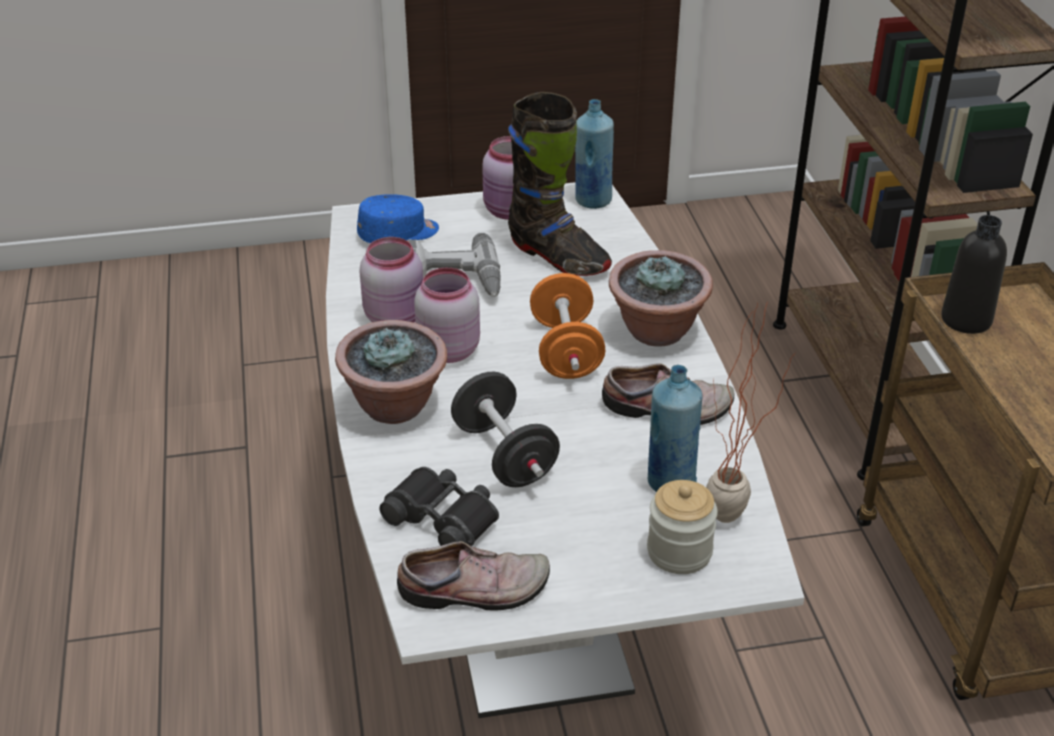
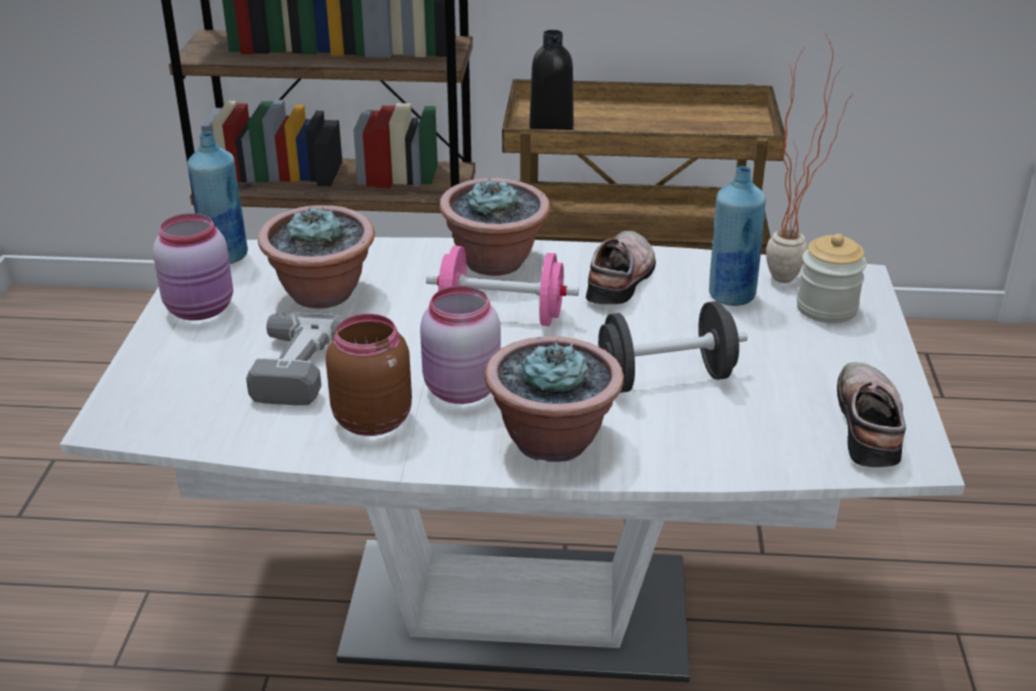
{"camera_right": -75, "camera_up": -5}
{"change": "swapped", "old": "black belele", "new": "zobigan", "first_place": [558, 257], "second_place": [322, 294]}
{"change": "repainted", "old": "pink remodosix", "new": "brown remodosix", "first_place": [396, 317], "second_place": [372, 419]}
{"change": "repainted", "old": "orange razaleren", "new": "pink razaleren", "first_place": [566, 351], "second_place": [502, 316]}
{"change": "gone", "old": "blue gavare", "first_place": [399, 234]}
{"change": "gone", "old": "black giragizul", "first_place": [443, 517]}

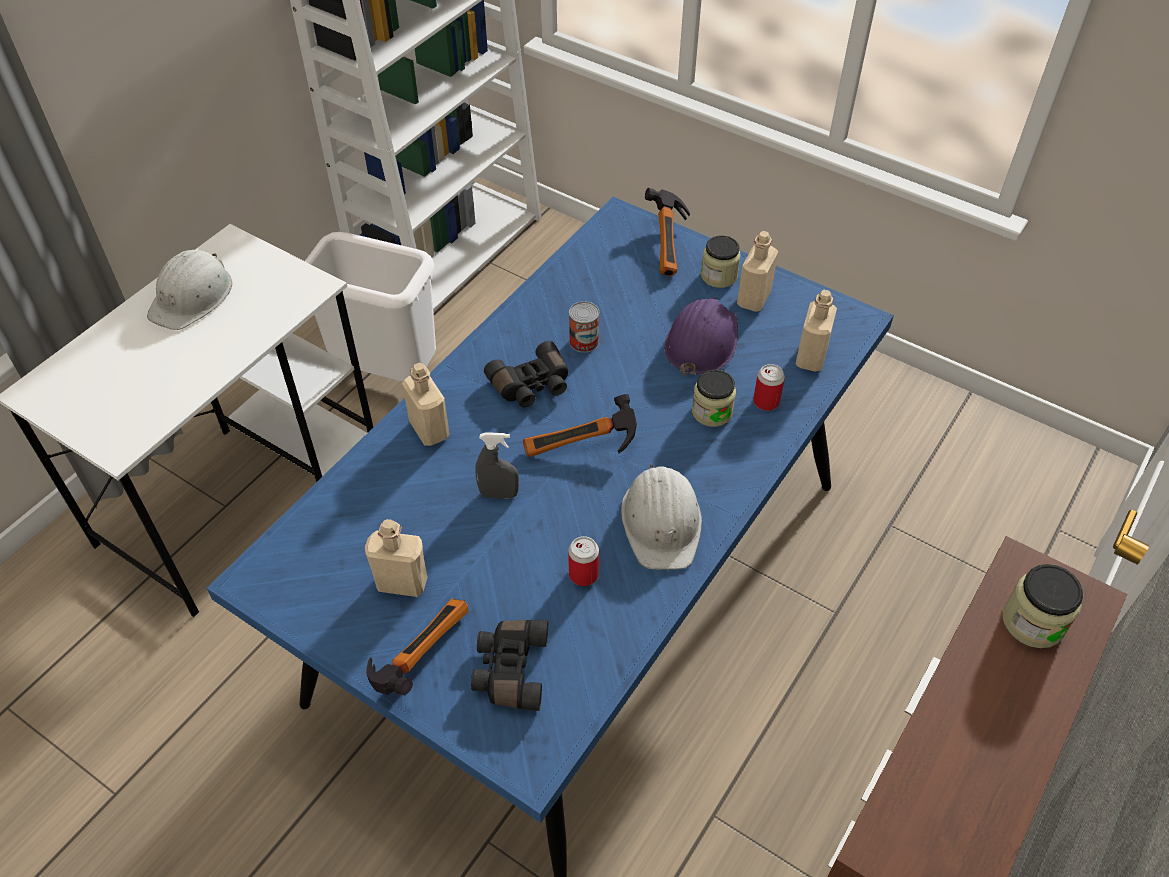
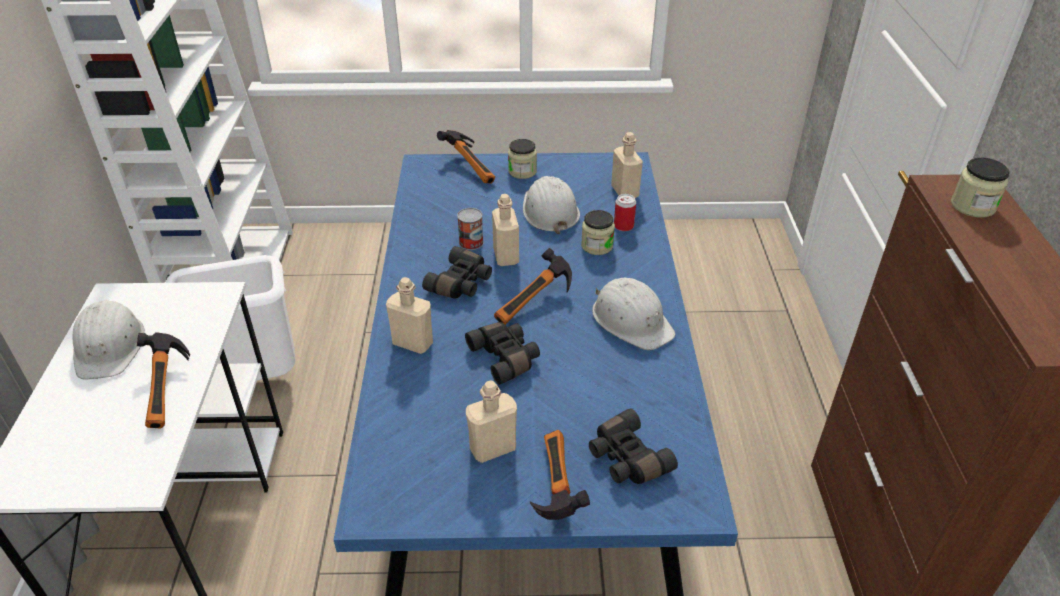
{"camera_right": -35, "camera_up": -10}
{"change": "new", "new": "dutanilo", "second_place": [170, 391]}
{"change": "swapped", "old": "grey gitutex", "new": "black giragizul", "first_place": [499, 494], "second_place": [506, 358]}
{"change": "shifted", "old": "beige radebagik", "first_place": [753, 299], "second_place": [506, 256]}
{"change": "repainted", "old": "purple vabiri", "new": "white vabiri", "first_place": [701, 342], "second_place": [549, 211]}
{"change": "gone", "old": "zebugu", "first_place": [583, 574]}

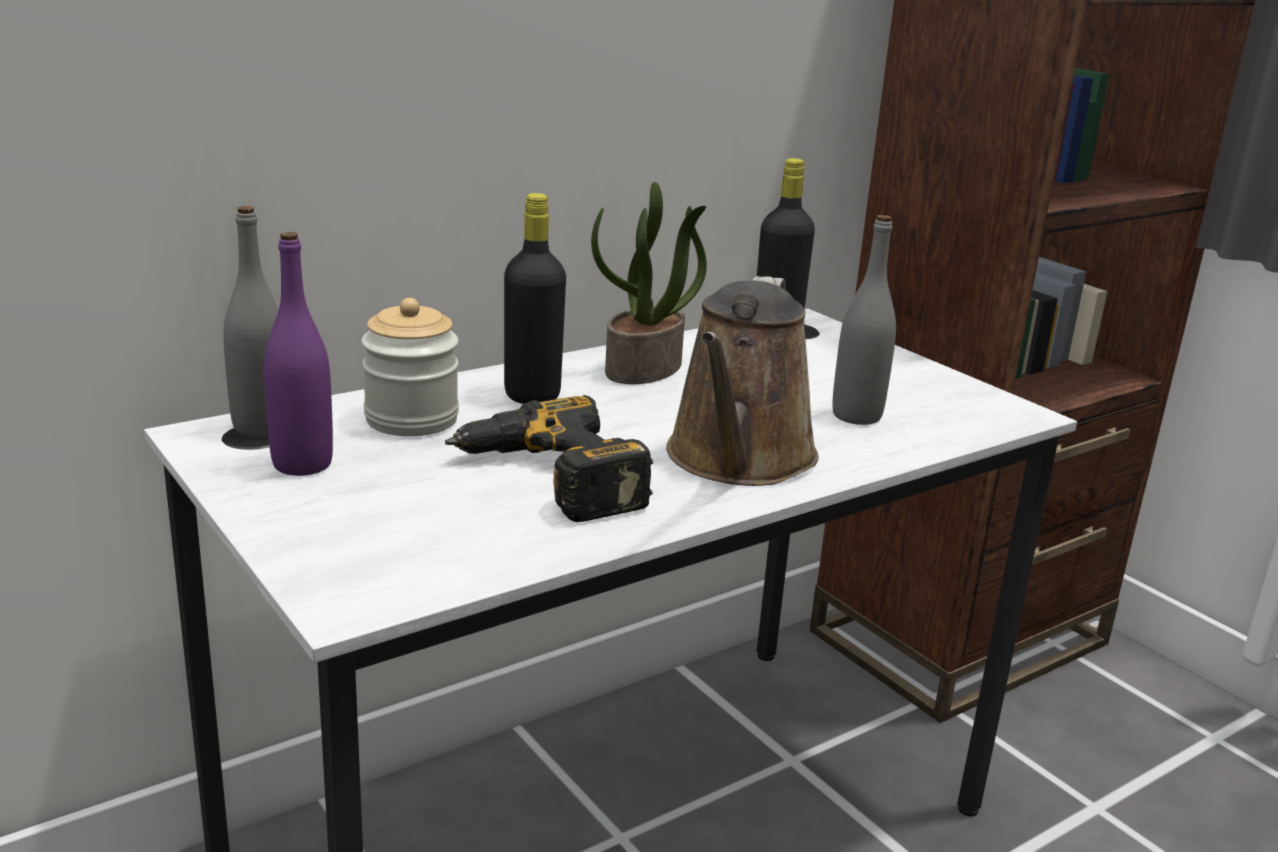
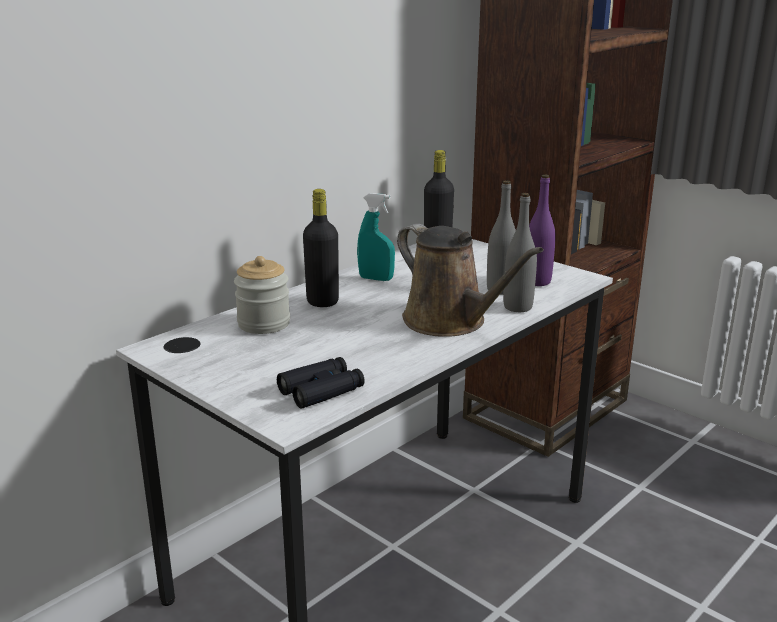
{"camera_right": -10, "camera_up": 0}
{"change": "new", "new": "black giragizul", "second_place": [321, 390]}
{"change": "swapped", "old": "zobigan", "new": "turquoise gitutex", "first_place": [644, 369], "second_place": [376, 279]}
{"change": "rotated", "old": "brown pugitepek", "first_place": [738, 460], "second_place": [450, 322], "degrees": -45}
{"change": "shifted", "old": "grey radebagik", "first_place": [261, 427], "second_place": [517, 307]}
{"change": "shifted", "old": "purple radebagik", "first_place": [302, 464], "second_place": [537, 281]}
{"change": "gone", "old": "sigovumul", "first_place": [547, 480]}

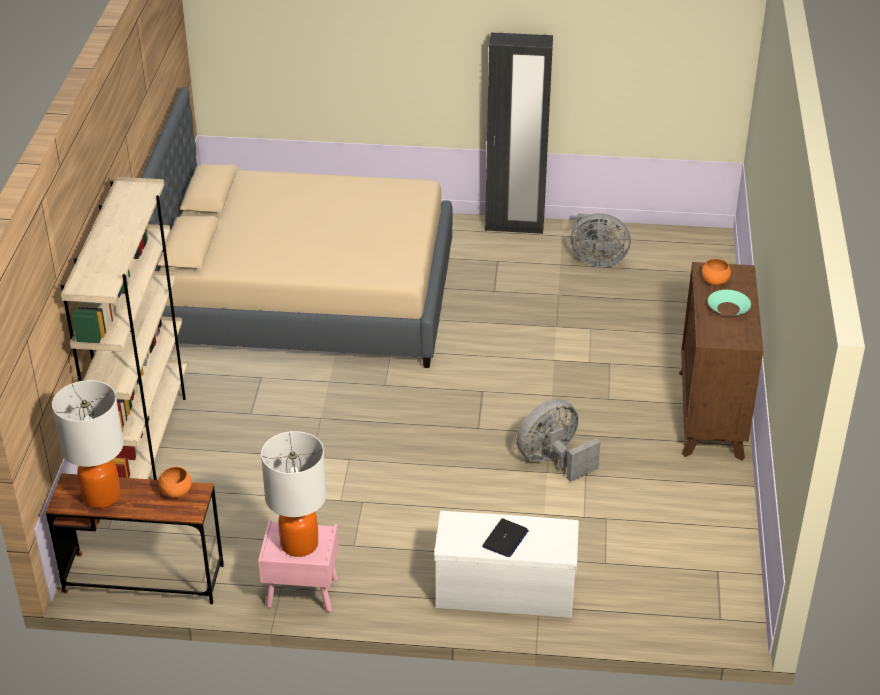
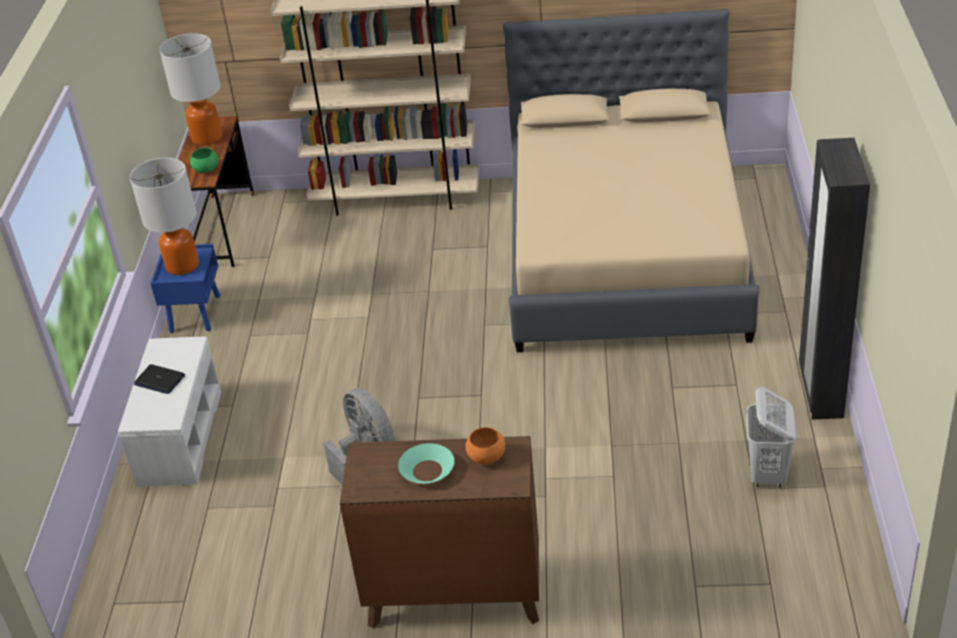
{"camera_right": 90, "camera_up": 0}
{"change": "repainted", "old": "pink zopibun", "new": "blue zopibun", "first_place": [301, 593], "second_place": [195, 313]}
{"change": "repainted", "old": "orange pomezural", "new": "green pomezural", "first_place": [176, 492], "second_place": [206, 170]}
{"change": "swapped", "old": "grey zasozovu", "new": "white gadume", "first_place": [597, 260], "second_place": [767, 474]}

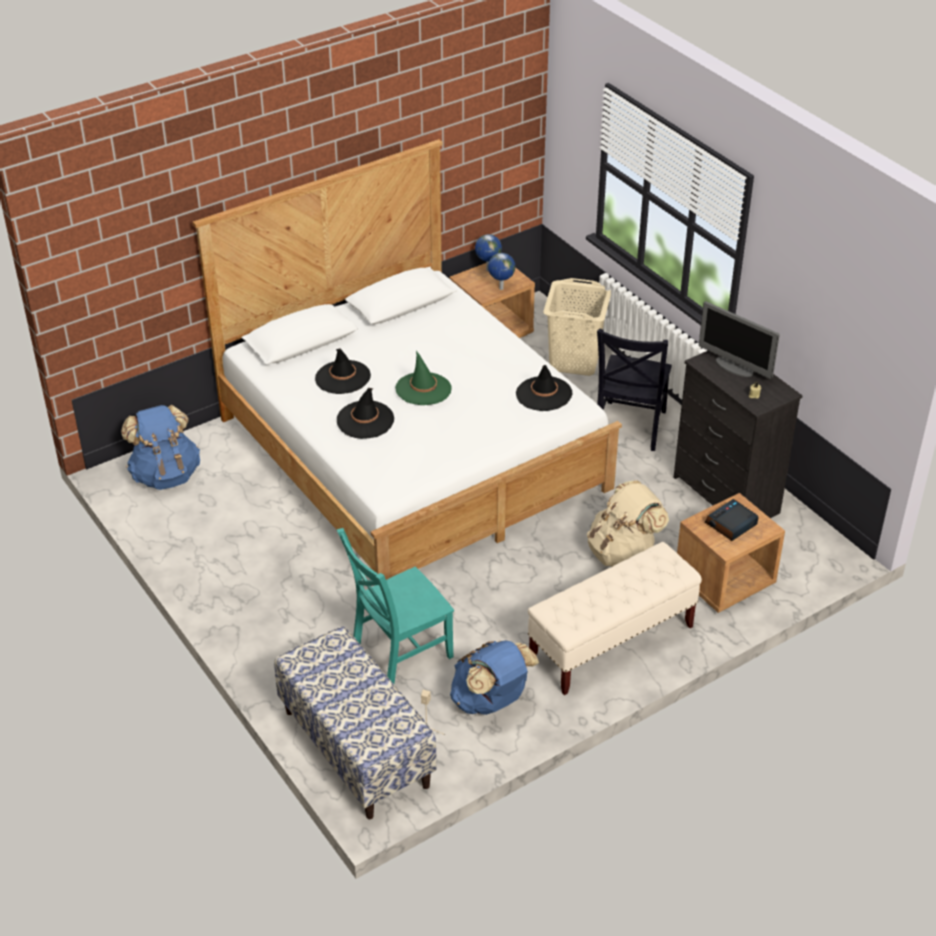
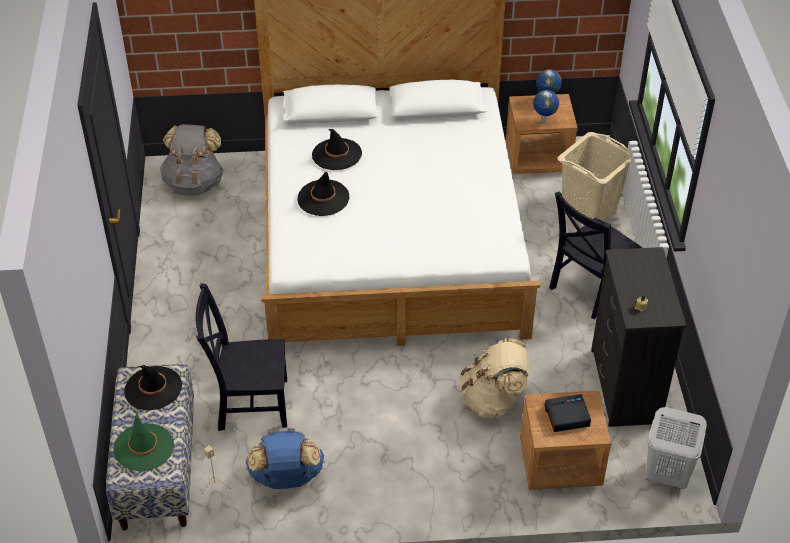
{"camera_right": 30, "camera_up": 5}
{"change": "shifted", "old": "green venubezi", "first_place": [423, 389], "second_place": [144, 447]}
{"change": "shifted", "old": "black venubezi", "first_place": [543, 394], "second_place": [153, 388]}
{"change": "repainted", "old": "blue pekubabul", "new": "grey pekubabul", "first_place": [165, 475], "second_place": [194, 183]}
{"change": "repainted", "old": "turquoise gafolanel", "new": "black gafolanel", "first_place": [398, 652], "second_place": [249, 404]}
{"change": "new", "new": "white gadume", "second_place": [666, 476]}
{"change": "gone", "old": "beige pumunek", "first_place": [611, 643]}
{"change": "gone", "old": "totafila", "first_place": [734, 367]}

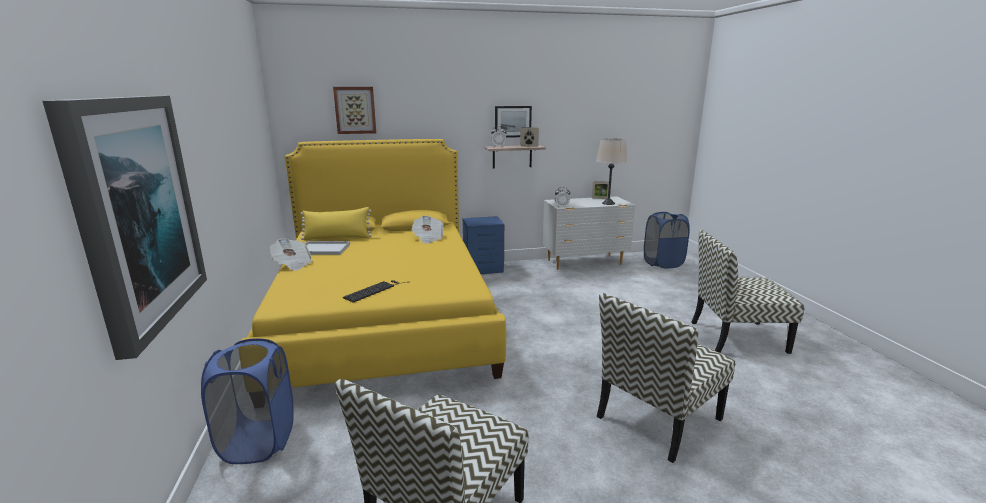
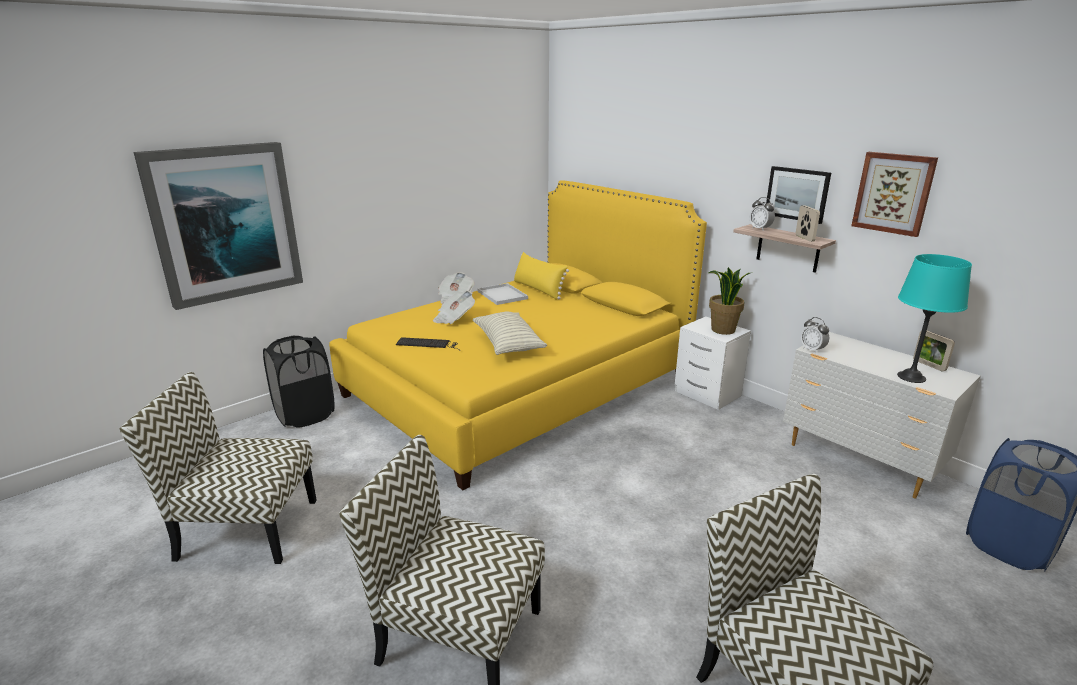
{"camera_right": 60, "camera_up": 5}
{"change": "repainted", "old": "blue gadume", "new": "black gadume", "first_place": [258, 441], "second_place": [305, 415]}
{"change": "shifted", "old": "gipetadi", "first_place": [428, 238], "second_place": [454, 318]}
{"change": "new", "new": "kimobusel", "second_place": [508, 344]}
{"change": "repainted", "old": "blue zopibun", "new": "white zopibun", "first_place": [484, 269], "second_place": [708, 394]}
{"change": "new", "new": "zobigan", "second_place": [723, 330]}
{"change": "shifted", "old": "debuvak", "first_place": [355, 110], "second_place": [893, 193]}
{"change": "repainted", "old": "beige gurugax", "new": "turquoise gurugax", "first_place": [608, 203], "second_place": [911, 377]}

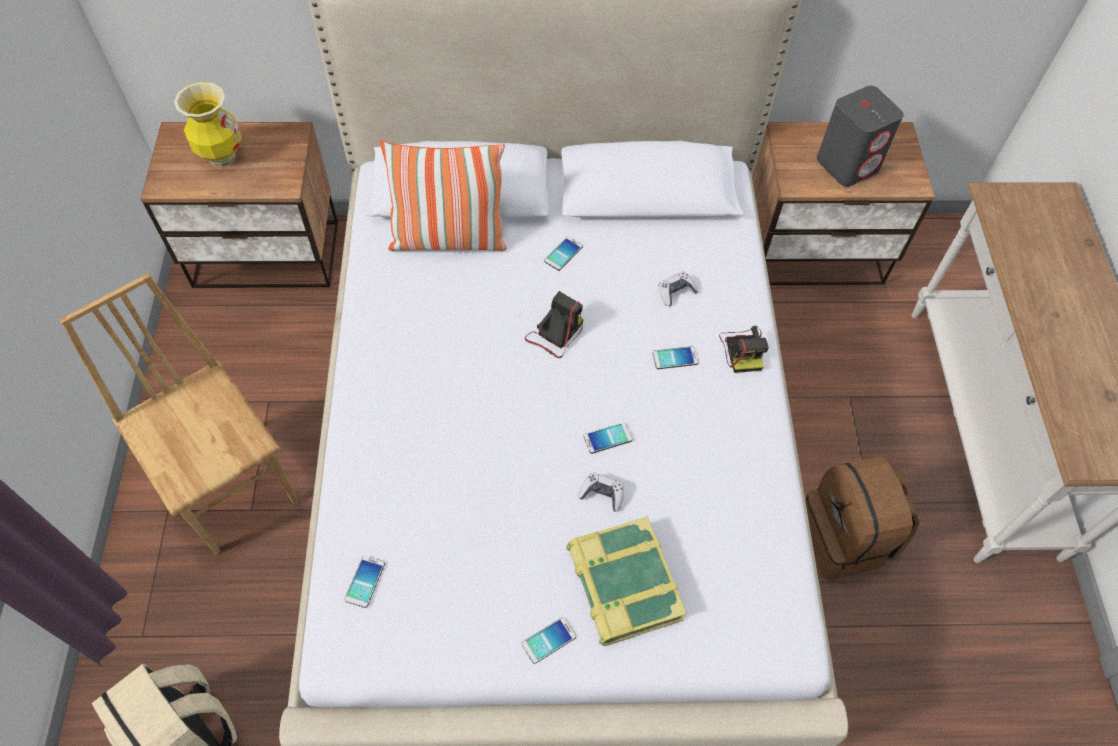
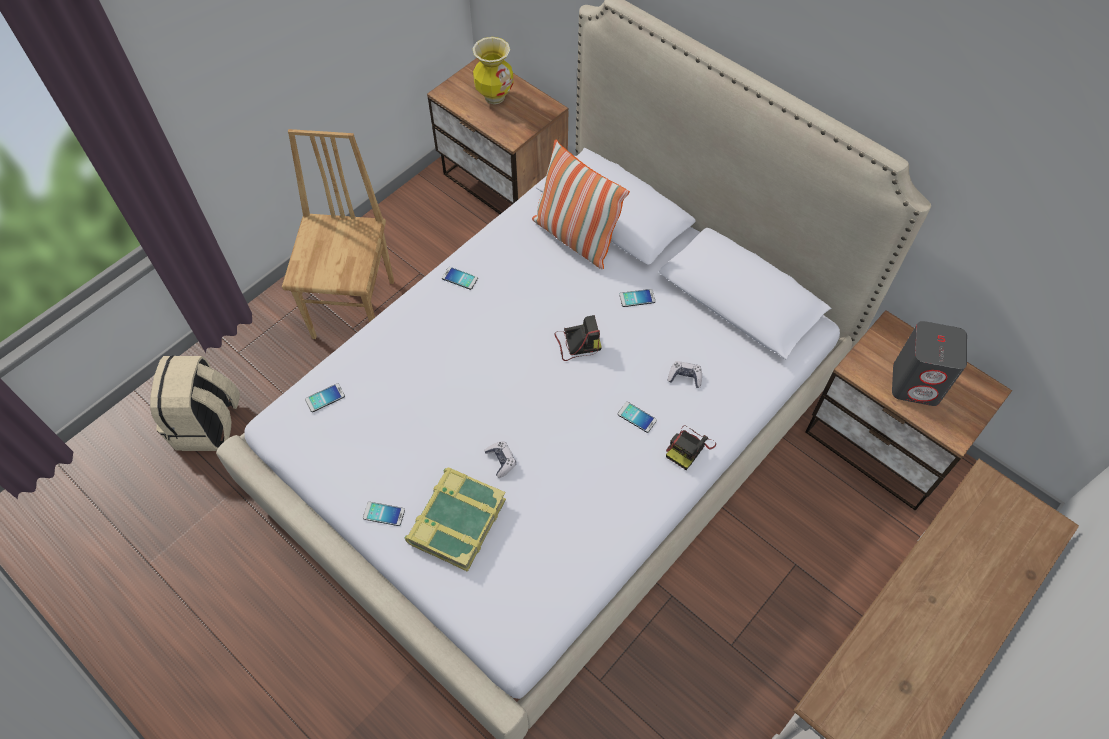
{"camera_right": 45, "camera_up": 0}
{"change": "shifted", "old": "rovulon", "first_place": [607, 438], "second_place": [460, 278]}
{"change": "gone", "old": "brown pekubabul", "first_place": [846, 538]}

